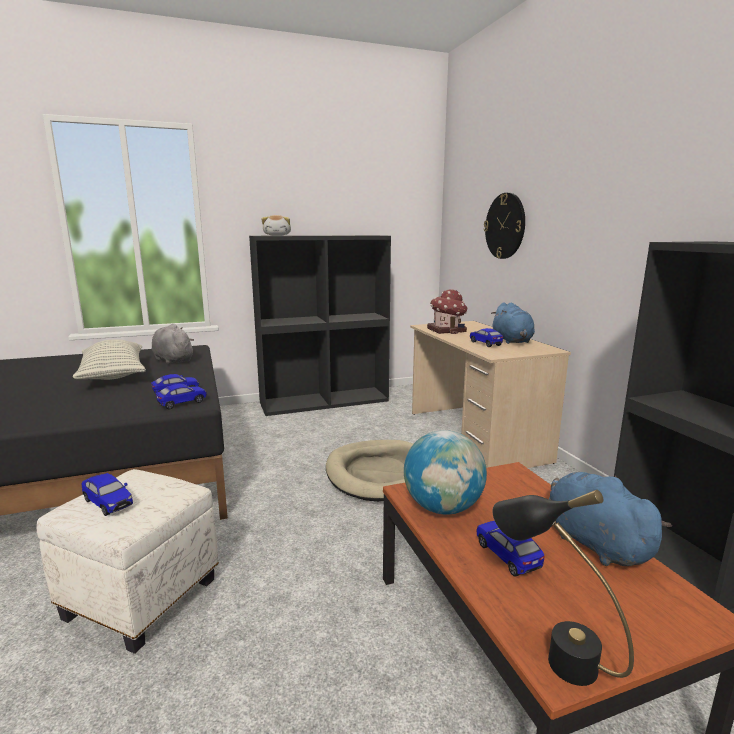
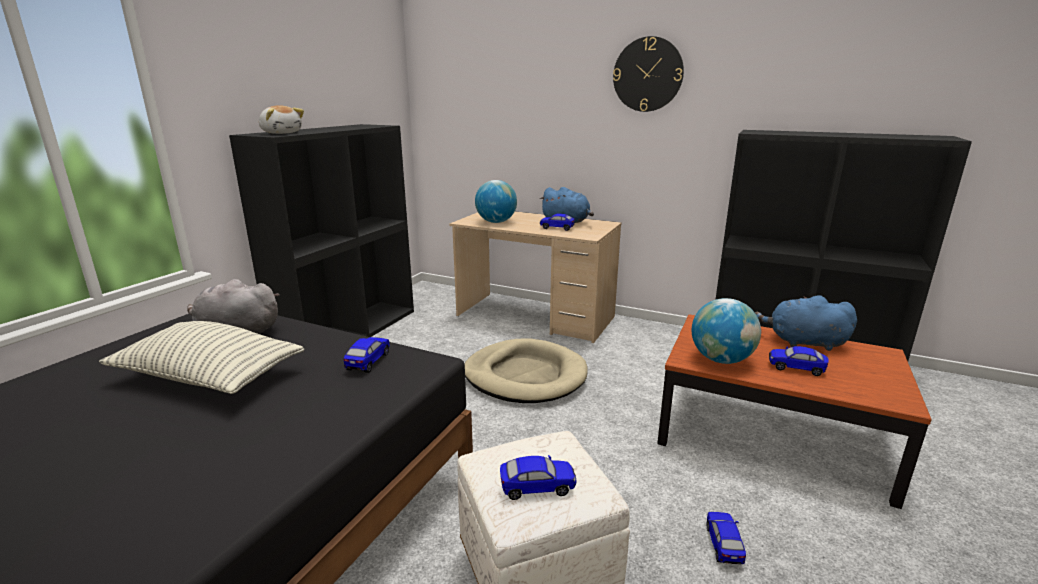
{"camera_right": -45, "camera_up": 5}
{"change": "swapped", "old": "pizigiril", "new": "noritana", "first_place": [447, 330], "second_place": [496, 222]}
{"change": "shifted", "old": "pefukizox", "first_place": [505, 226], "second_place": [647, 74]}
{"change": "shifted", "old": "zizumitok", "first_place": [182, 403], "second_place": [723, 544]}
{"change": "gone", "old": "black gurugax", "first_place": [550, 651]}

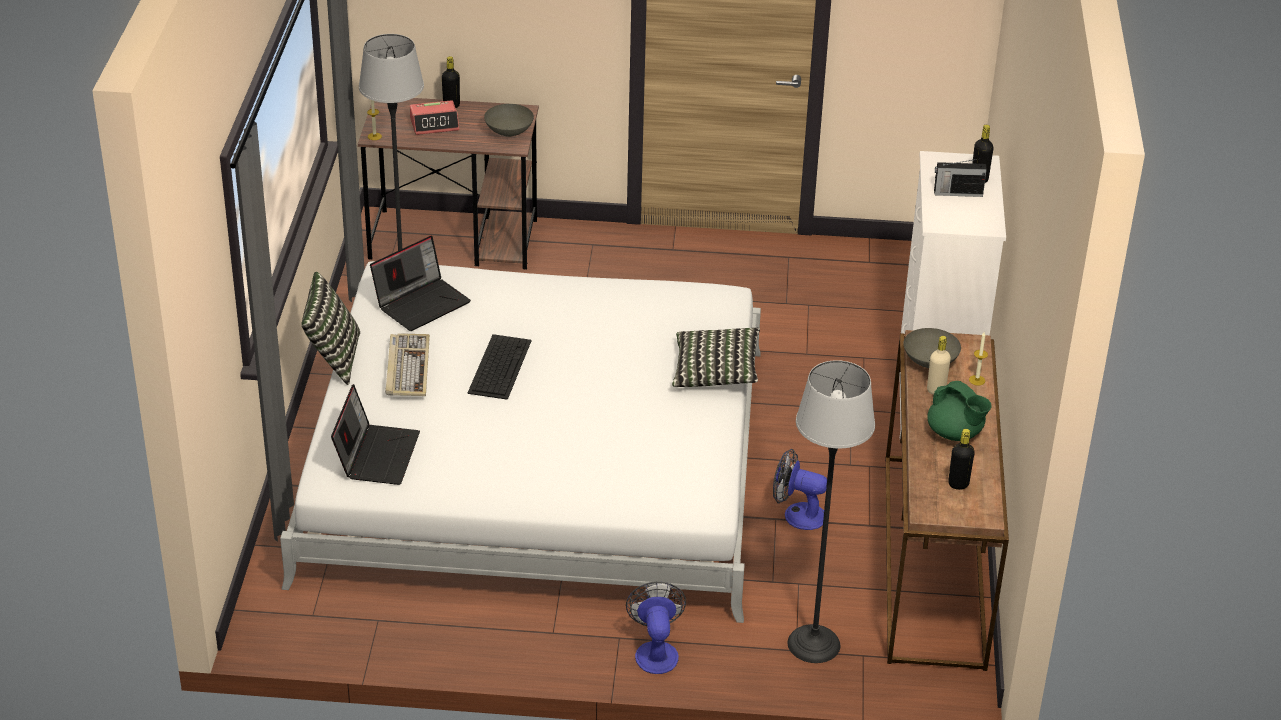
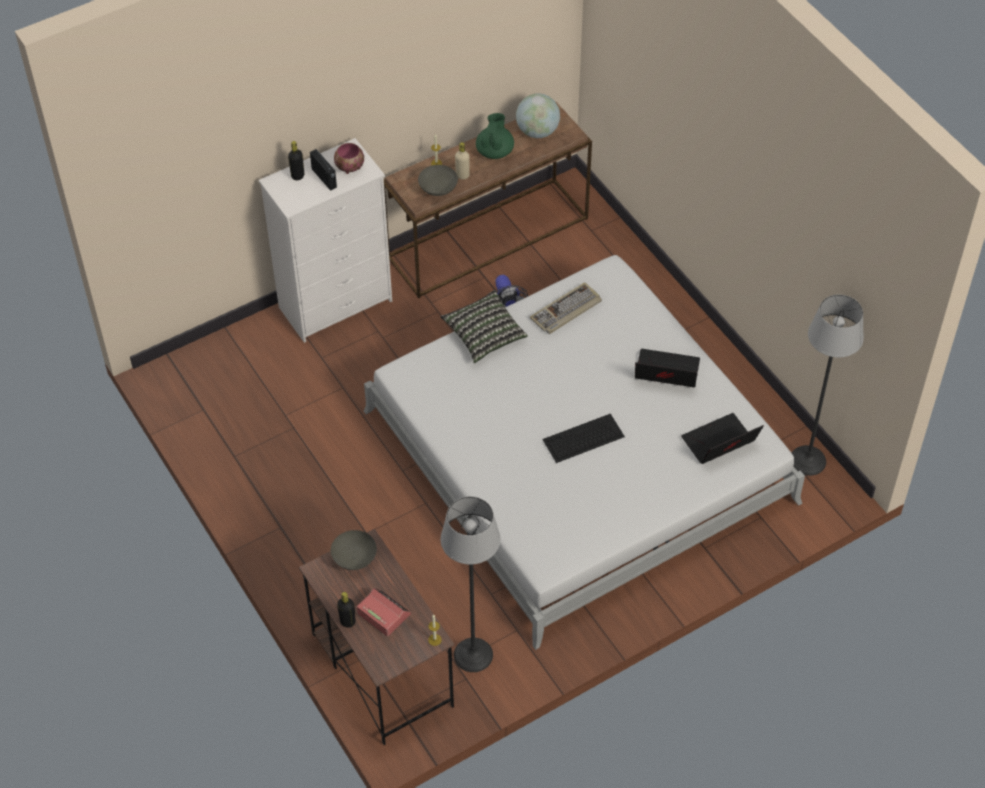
{"camera_right": -125, "camera_up": 15}
{"change": "new", "new": "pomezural", "second_place": [349, 168]}
{"change": "swapped", "old": "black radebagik", "new": "noritana", "first_place": [958, 484], "second_place": [537, 132]}
{"change": "shifted", "old": "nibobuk", "first_place": [407, 367], "second_place": [566, 311]}
{"change": "shifted", "old": "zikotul", "first_place": [422, 302], "second_place": [665, 373]}
{"change": "shifted", "old": "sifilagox", "first_place": [813, 643], "second_place": [807, 460]}
{"change": "gone", "old": "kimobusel", "first_place": [333, 358]}
{"change": "gone", "old": "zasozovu", "first_place": [655, 651]}

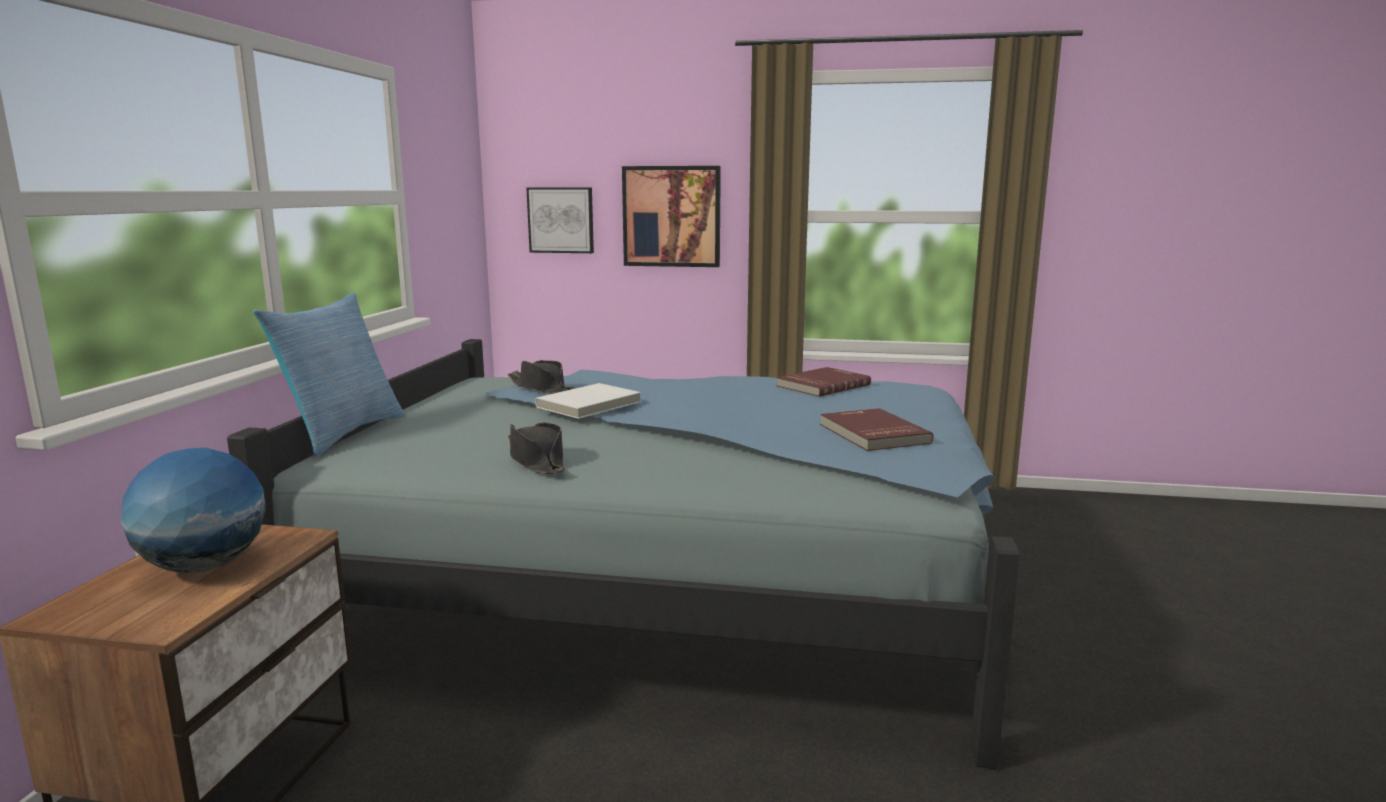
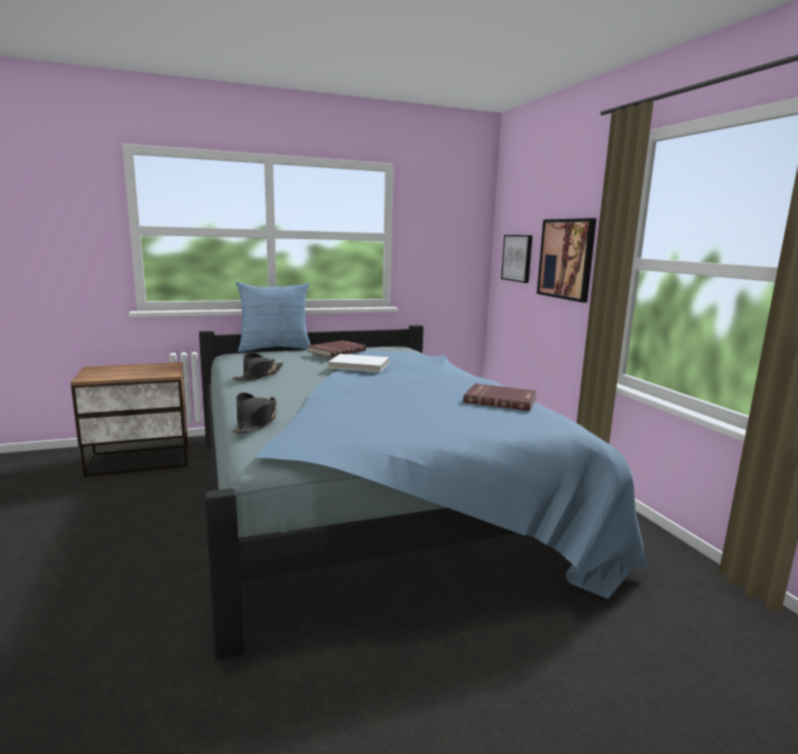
{"camera_right": 60, "camera_up": 0}
{"change": "shifted", "old": "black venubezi", "first_place": [542, 388], "second_place": [256, 422]}
{"change": "shifted", "old": "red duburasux", "first_place": [872, 434], "second_place": [336, 351]}
{"change": "gone", "old": "noritana", "first_place": [204, 566]}

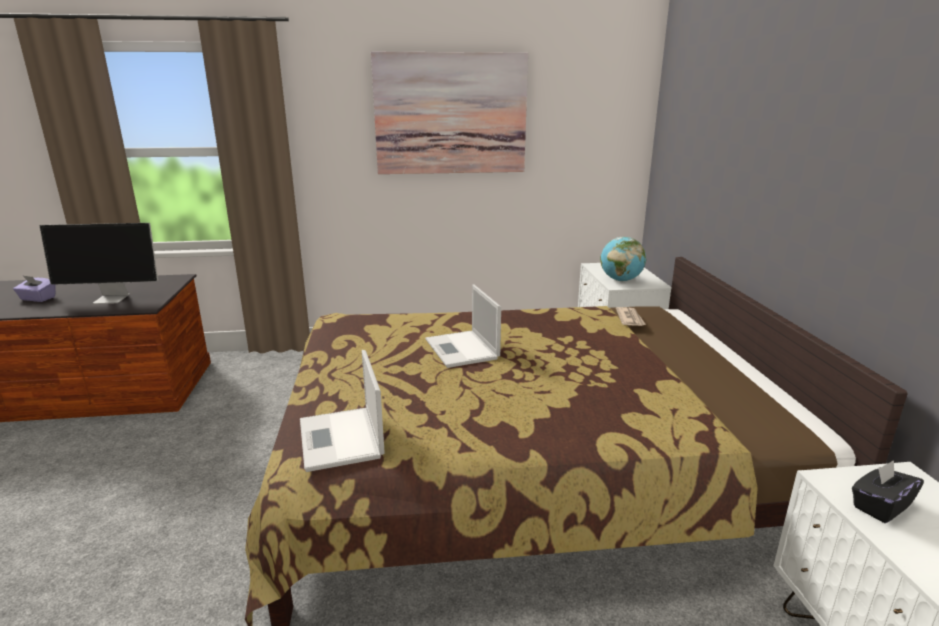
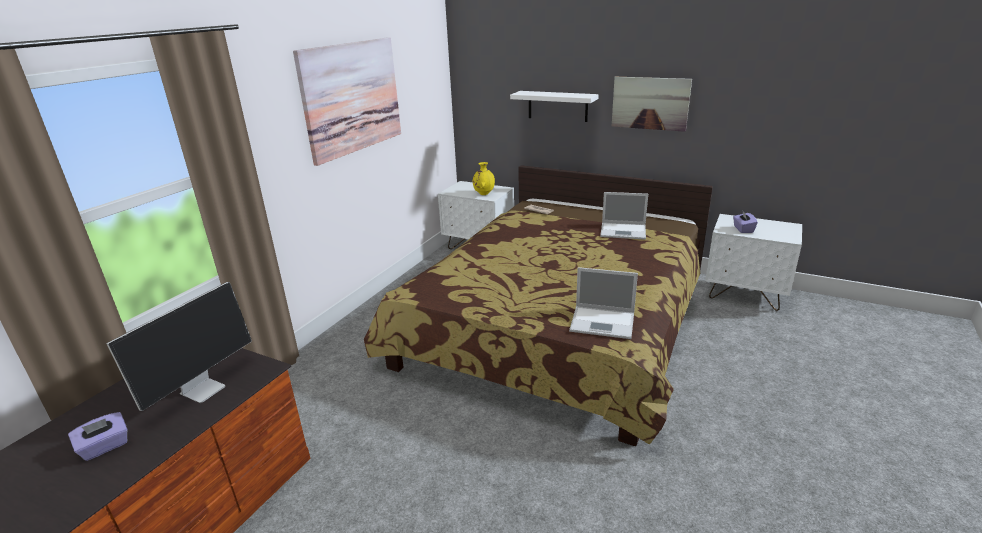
{"camera_right": -55, "camera_up": 5}
{"change": "swapped", "old": "noritana", "new": "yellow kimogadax", "first_place": [620, 280], "second_place": [484, 194]}
{"change": "new", "new": "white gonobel", "second_place": [557, 106]}
{"change": "shifted", "old": "zikotul", "first_place": [462, 350], "second_place": [624, 231]}
{"change": "new", "new": "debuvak", "second_place": [650, 103]}
{"change": "repainted", "old": "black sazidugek", "new": "purple sazidugek", "first_place": [880, 506], "second_place": [743, 229]}

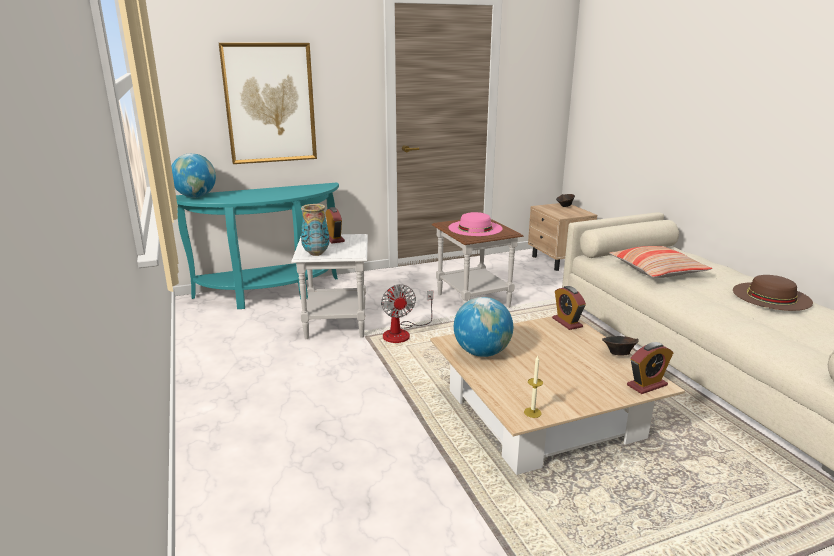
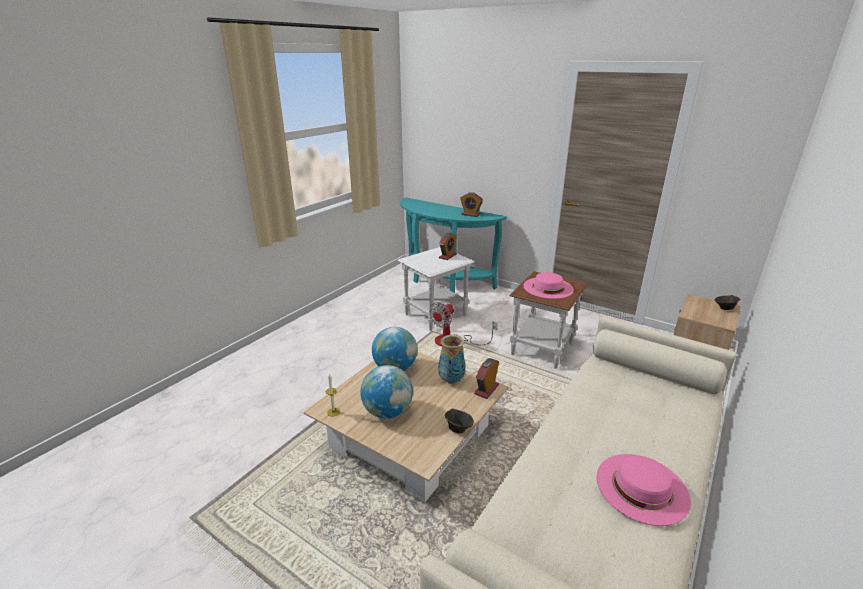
{"camera_right": 55, "camera_up": 5}
{"change": "shifted", "old": "noritana", "first_place": [196, 196], "second_place": [388, 412]}
{"change": "shifted", "old": "kimogadax", "first_place": [316, 254], "second_place": [451, 380]}
{"change": "shifted", "old": "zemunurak", "first_place": [647, 385], "second_place": [470, 214]}
{"change": "repainted", "old": "brown venubezi", "new": "pink venubezi", "first_place": [771, 296], "second_place": [641, 487]}
{"change": "gone", "old": "debuvak", "first_place": [270, 103]}
{"change": "gone", "old": "kimobusel", "first_place": [657, 271]}

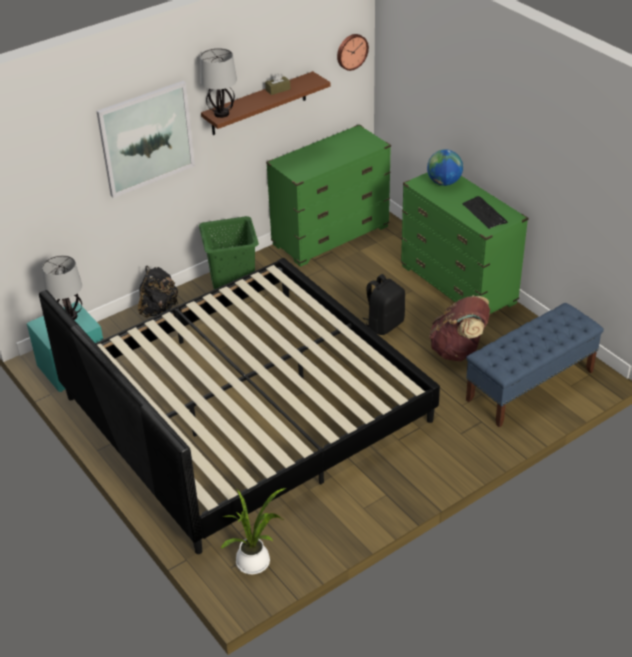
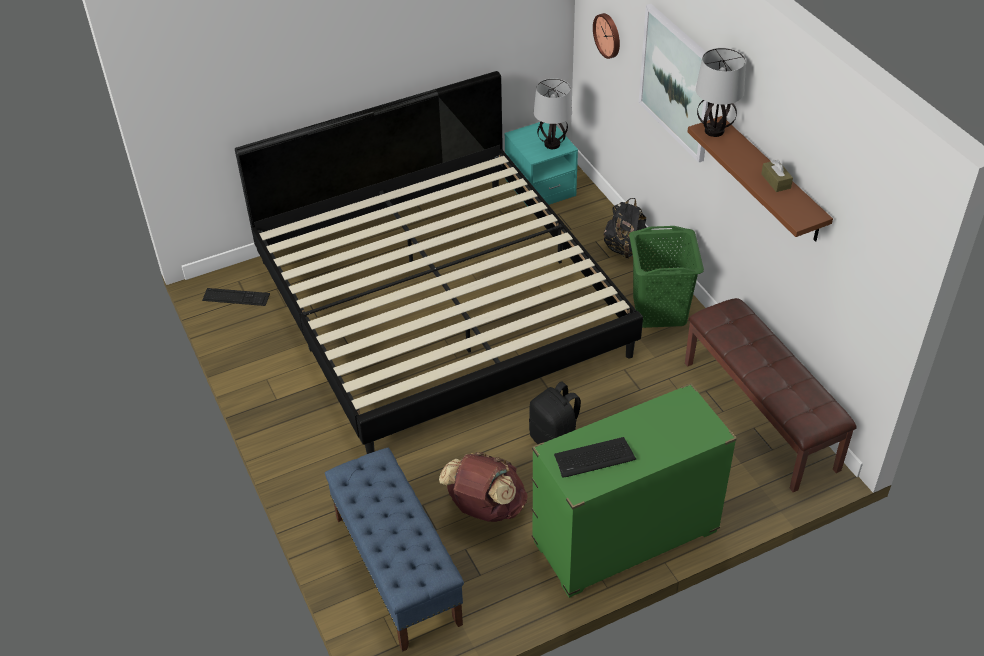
{"camera_right": 100, "camera_up": 5}
{"change": "swapped", "old": "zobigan", "new": "nibobuk", "first_place": [256, 562], "second_place": [236, 297]}
{"change": "shifted", "old": "pefukizox", "first_place": [351, 51], "second_place": [608, 35]}
{"change": "swapped", "old": "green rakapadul", "new": "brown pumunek", "first_place": [331, 236], "second_place": [760, 414]}
{"change": "gone", "old": "noritana", "first_place": [444, 182]}

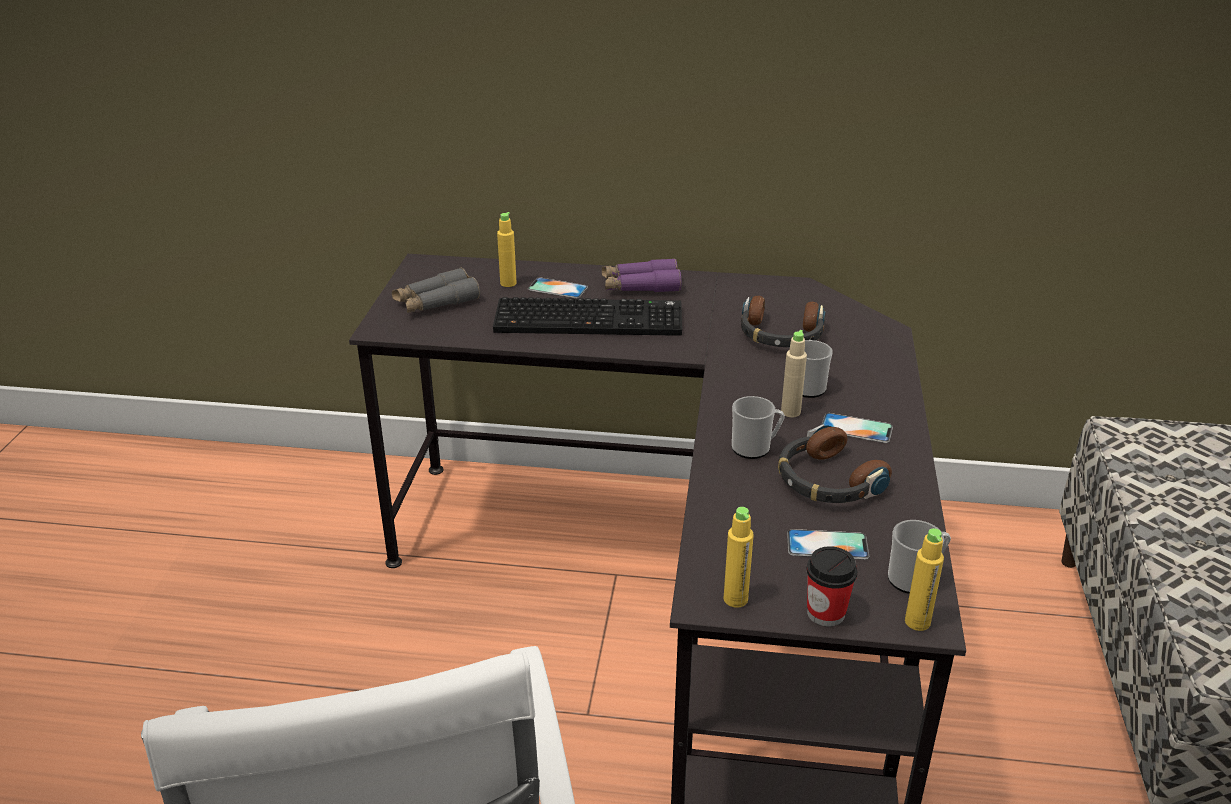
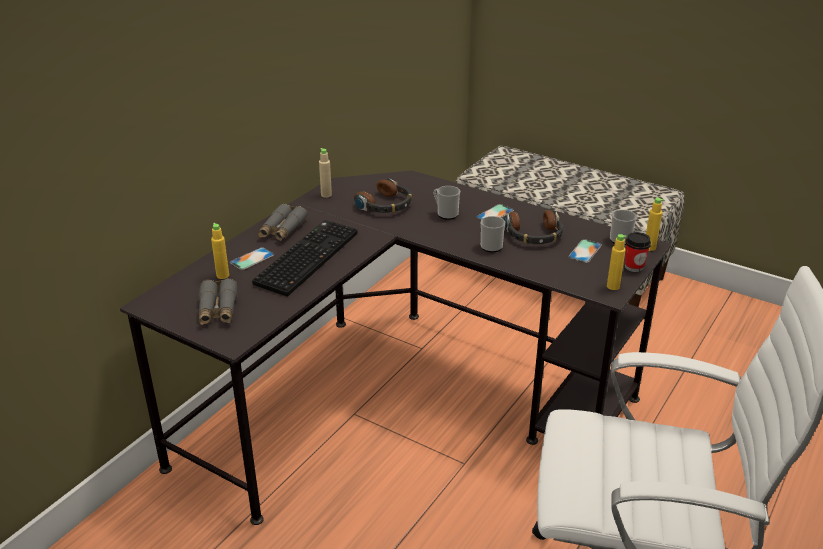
{"camera_right": -65, "camera_up": 0}
{"change": "repainted", "old": "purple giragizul", "new": "grey giragizul", "first_place": [640, 286], "second_place": [282, 230]}
{"change": "shifted", "old": "beige radebagik", "first_place": [790, 412], "second_place": [326, 195]}

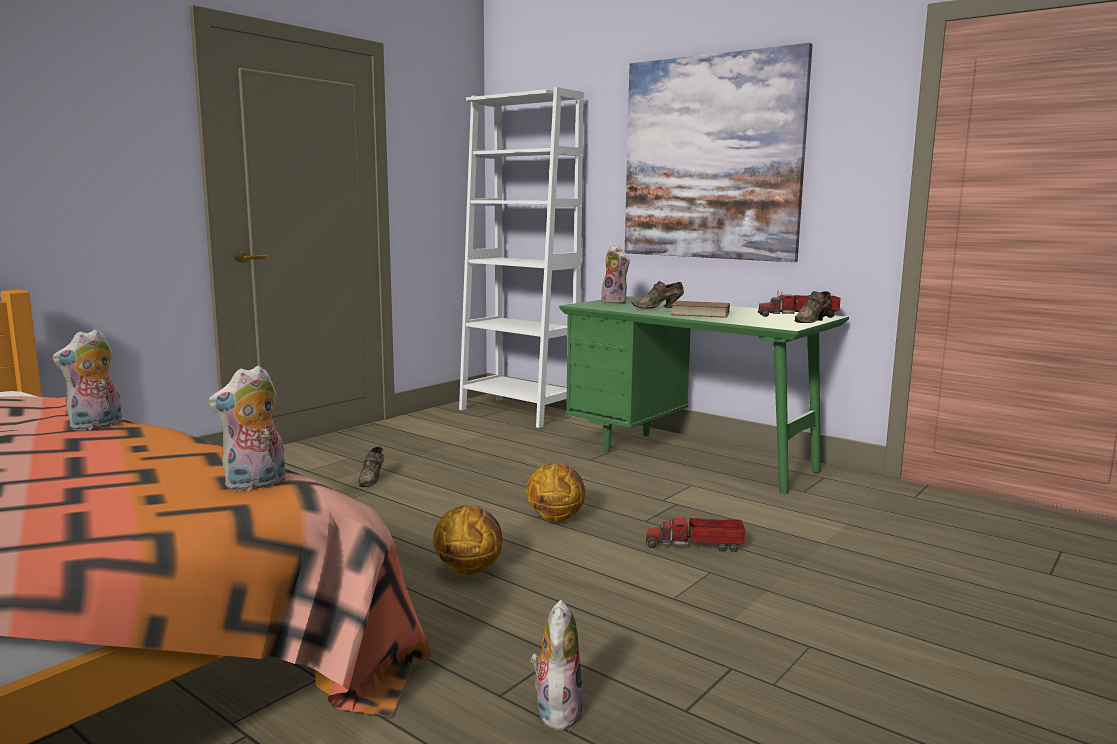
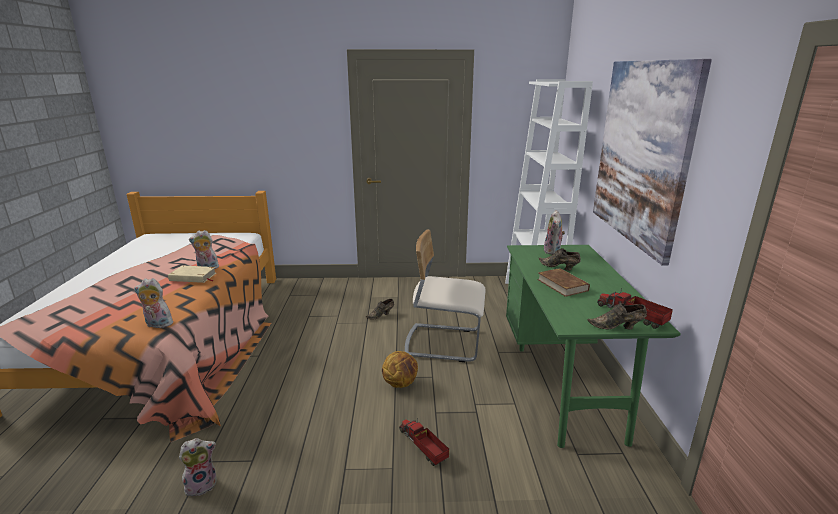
{"camera_right": 50, "camera_up": 10}
{"change": "new", "new": "beige duburasux", "second_place": [193, 277]}
{"change": "new", "new": "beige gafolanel", "second_place": [443, 343]}
{"change": "gone", "old": "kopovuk", "first_place": [469, 570]}

